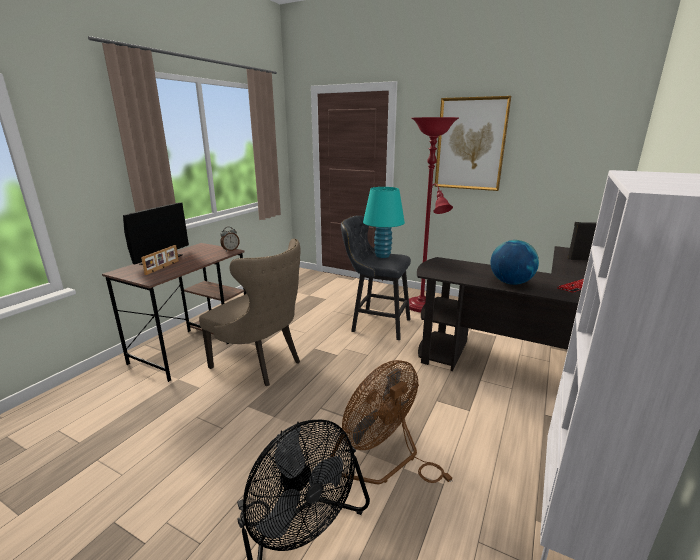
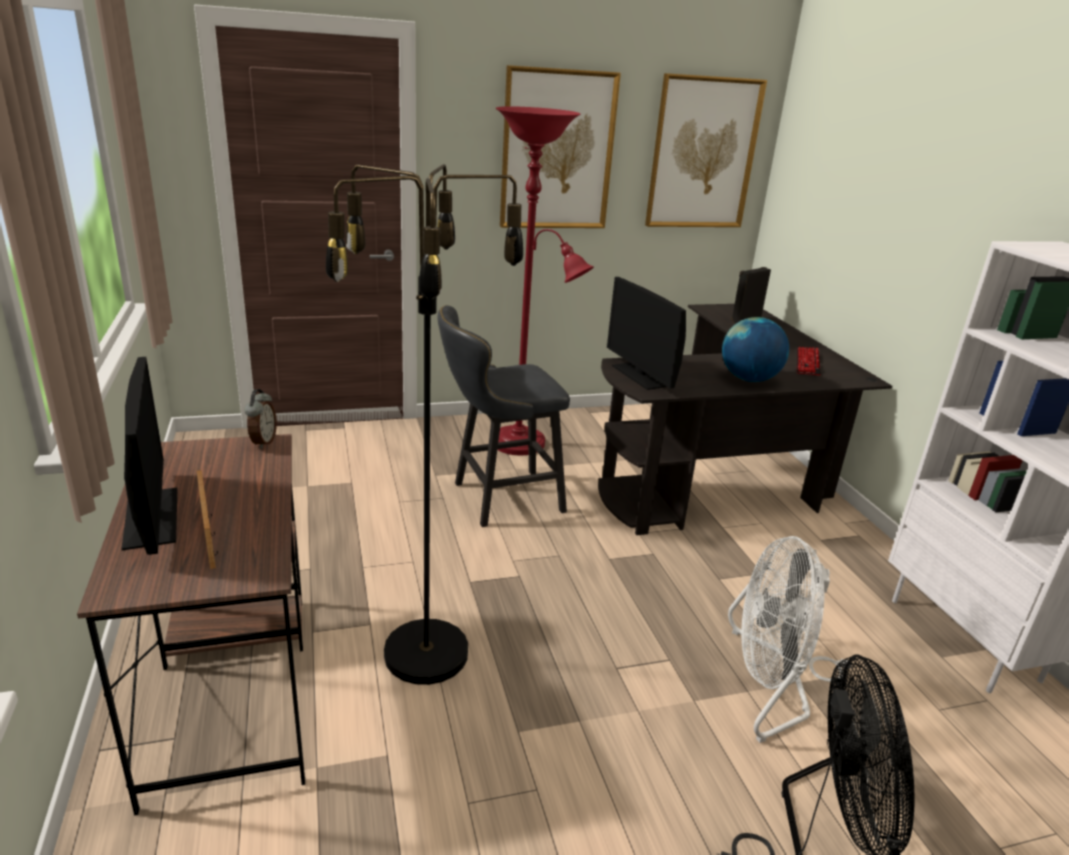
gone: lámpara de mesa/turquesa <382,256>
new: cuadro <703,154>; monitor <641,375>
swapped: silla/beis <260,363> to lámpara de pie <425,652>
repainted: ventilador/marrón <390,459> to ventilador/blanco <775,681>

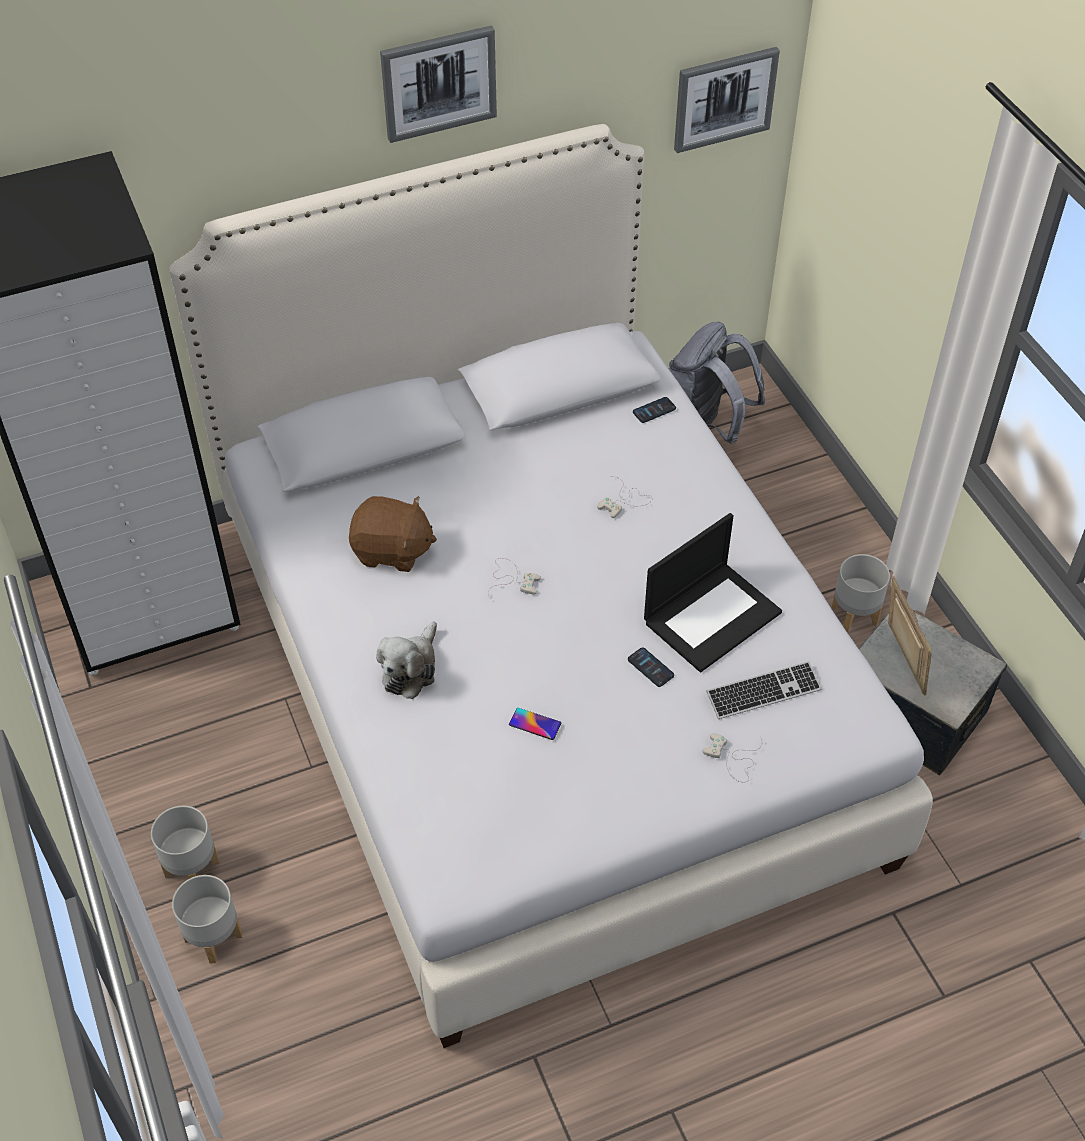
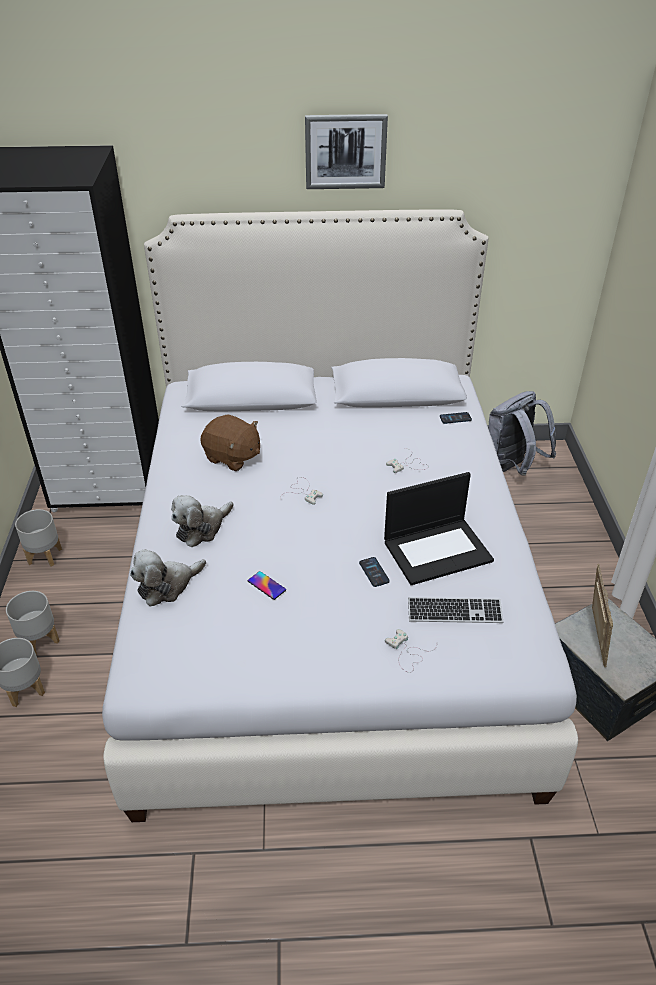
gone: cuadro <724,98>
new: peluche <167,585>
shifted: maceta/gris <855,615> to <45,556>

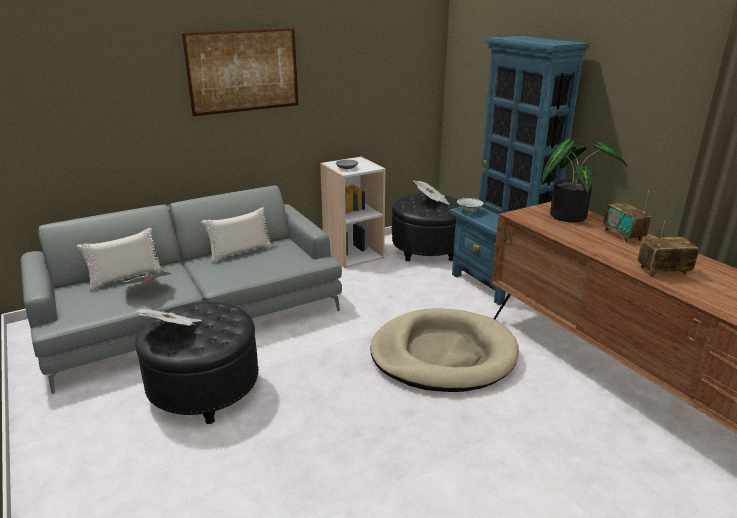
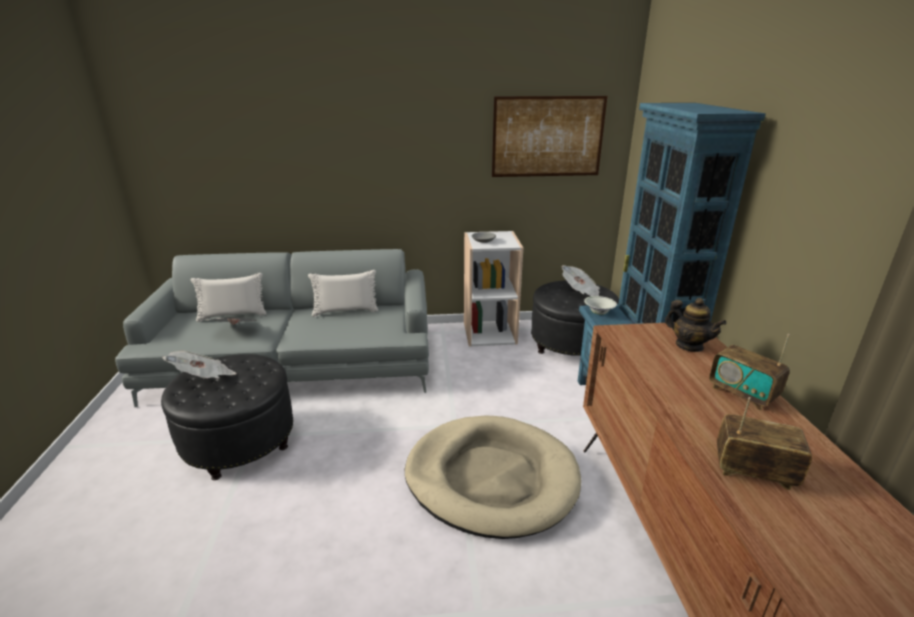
shifted: cuadro <243,71> to <547,137>
swapped: planta en maceta <569,215> to tetera <689,346>
rotated: radio <623,235> = <742,394> 45 degrees counterclockwise

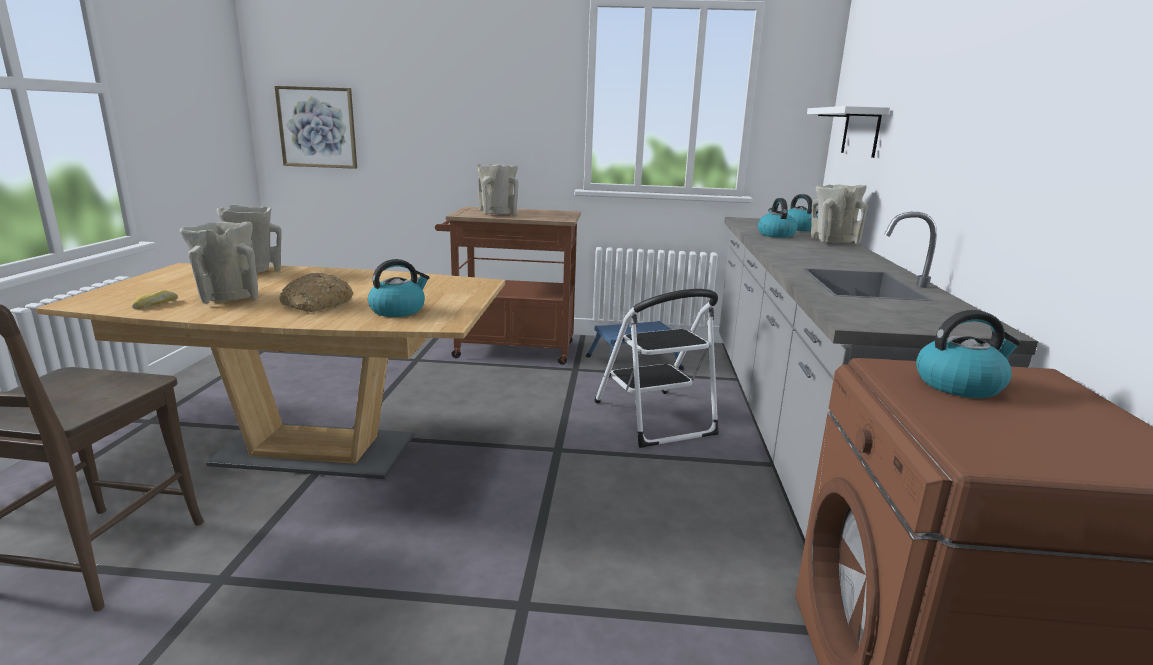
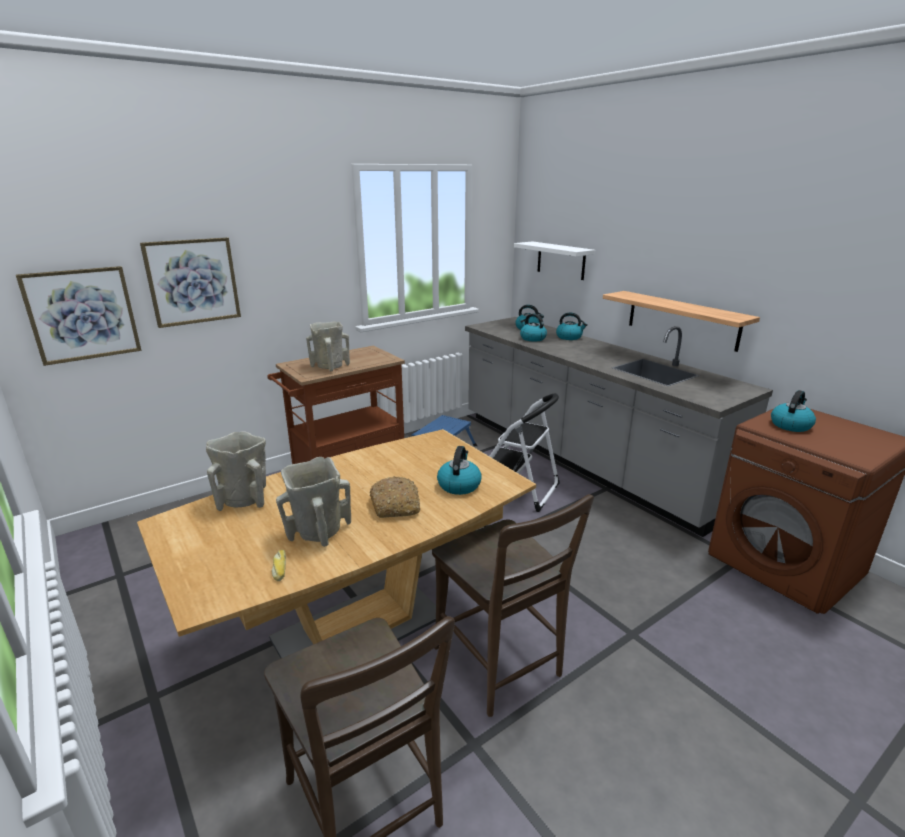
new: cuadro <193,281>; estante <682,320>; silla/marrón <501,666>
swapped: florero/beis <832,242> to hervidor <569,337>

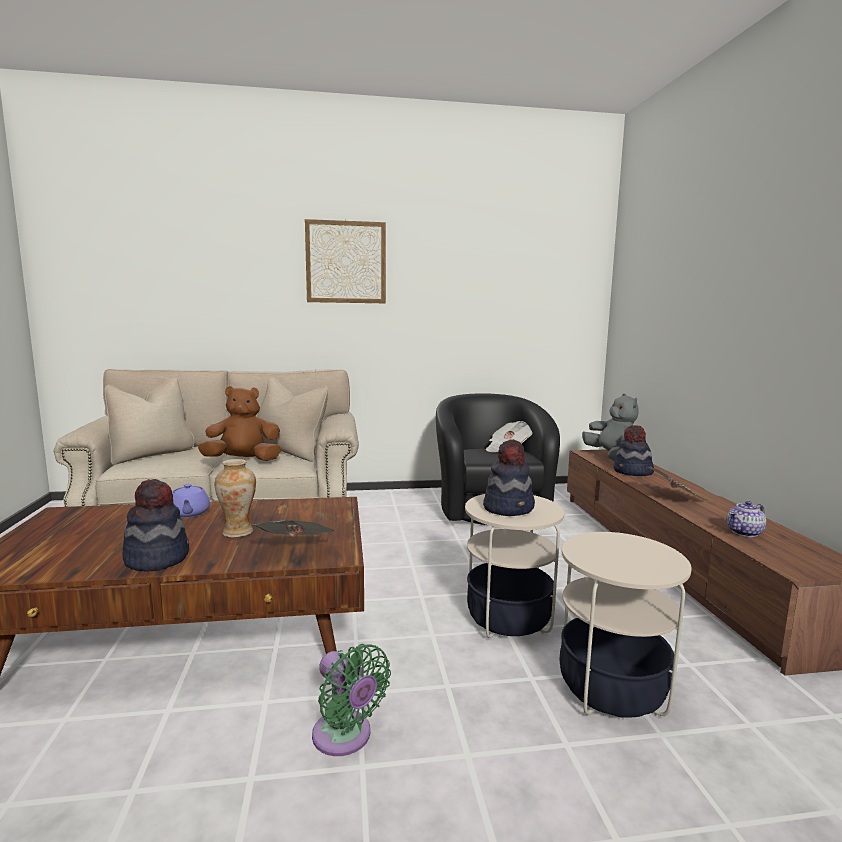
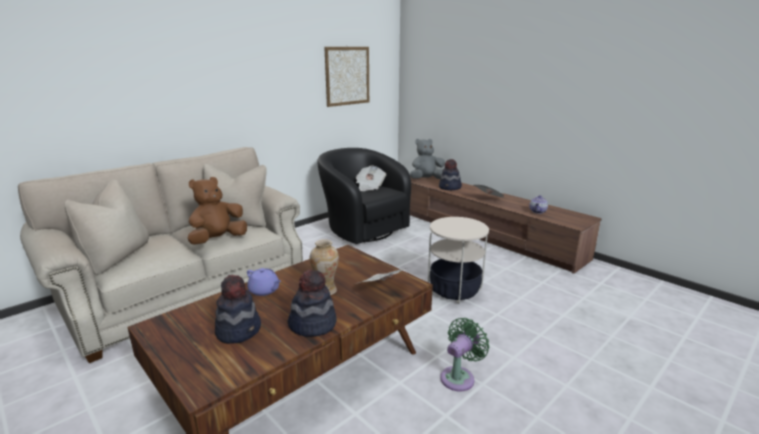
gone: mesa auxiliar/beis <611,691>
shifted: cuadro <346,261> to <347,75>; sombrero <509,508> to <239,330>
rotated: peluche/gris <612,457> = <426,179> 60 degrees counterclockwise; ventilador/verde <345,737> = <459,377> 60 degrees counterclockwise

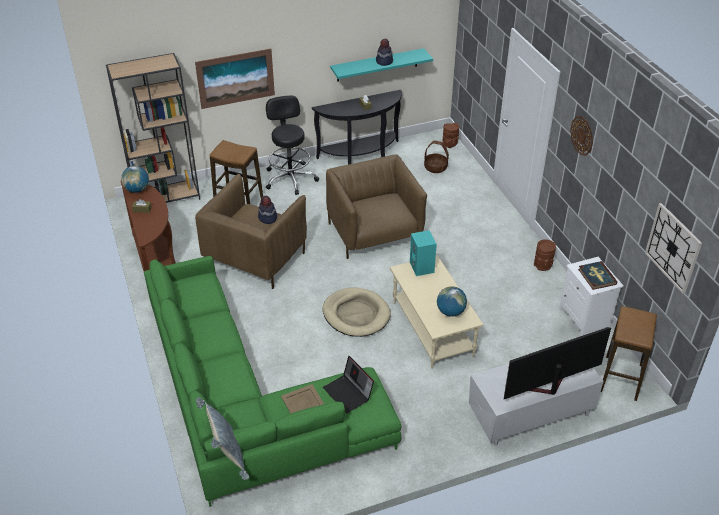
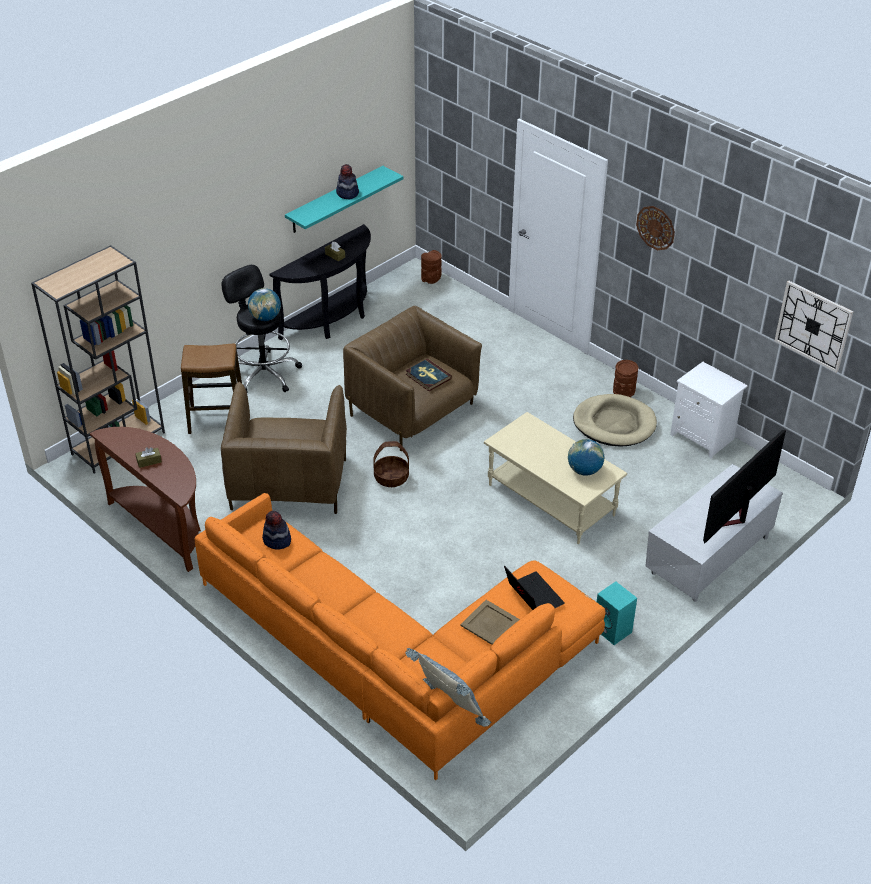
gone: cuadro <235,78>; taburete <621,378>
shifted: cesta <435,167> to <391,477>; globo terráqueo <137,190> to <265,318>; sombrero <267,218> to <277,540>; altavoz/turquesa <422,267> to <613,630>; libro <596,277> to <428,376>; cama para perro/beis <356,314> to <614,424>
repainted: sofá/verde <247,401> to sofá/naranja <397,651>
rotated: portátil <348,393> = <532,595> 150 degrees counterclockwise

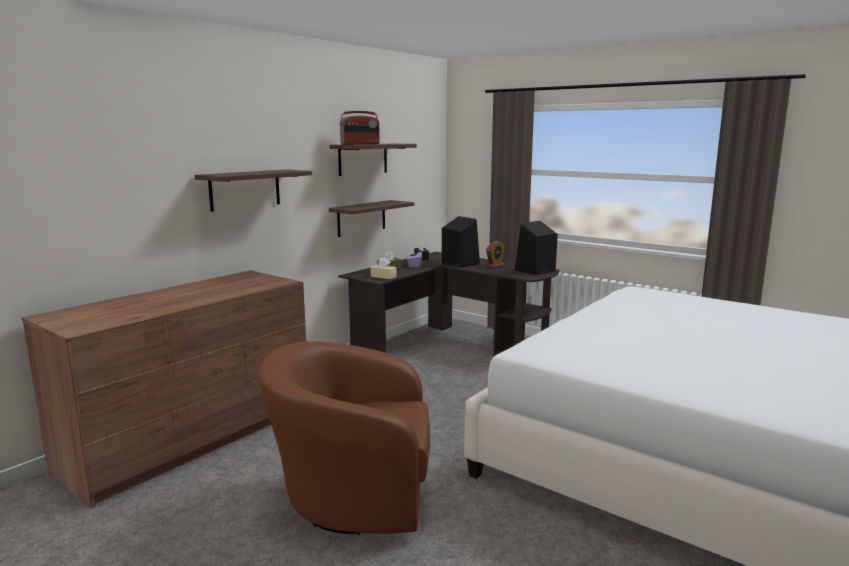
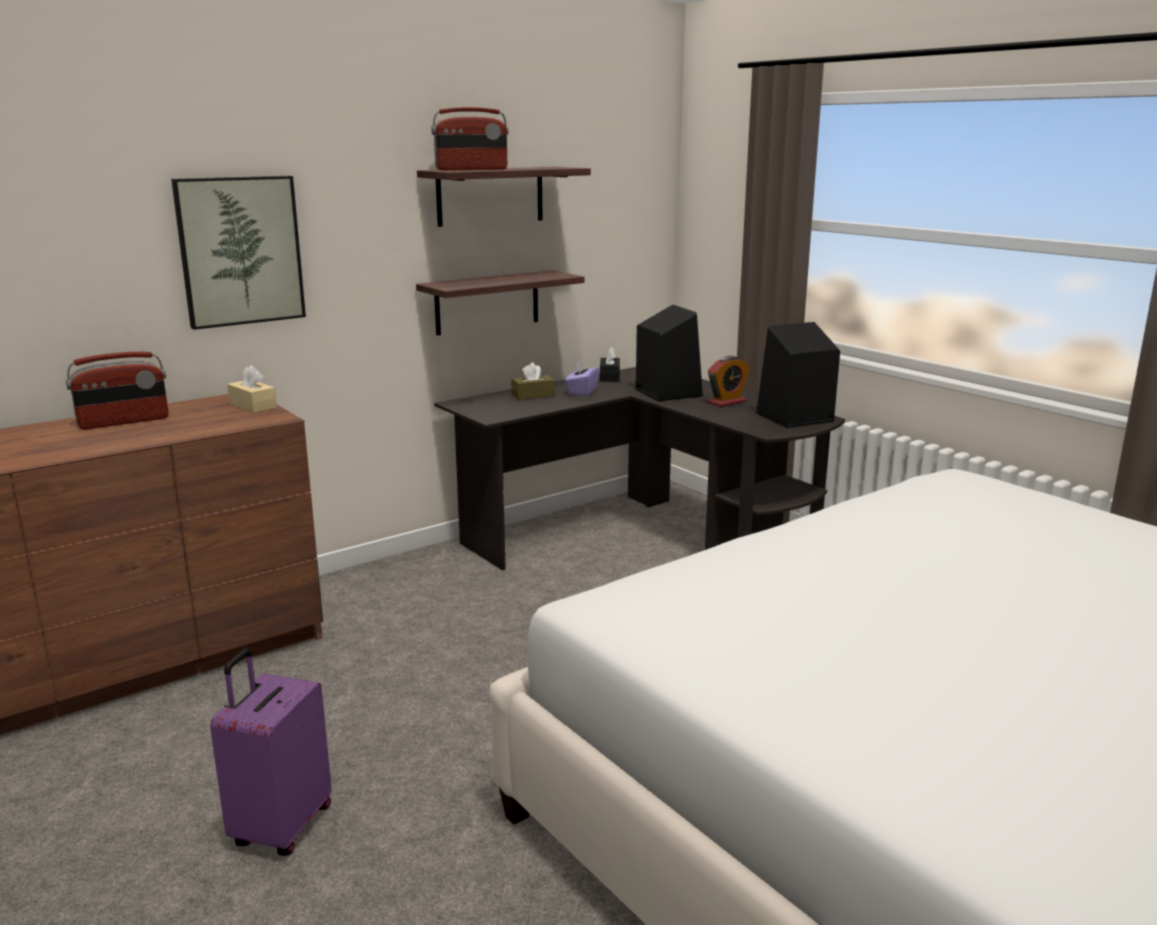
new: radio <123,422>
shifted: caja de pañuelos/beis <383,276> to <253,405>
swapped: estante <245,189> to cuadro <240,251>; sillón/marrón <353,498> to maleta/morado <280,827>

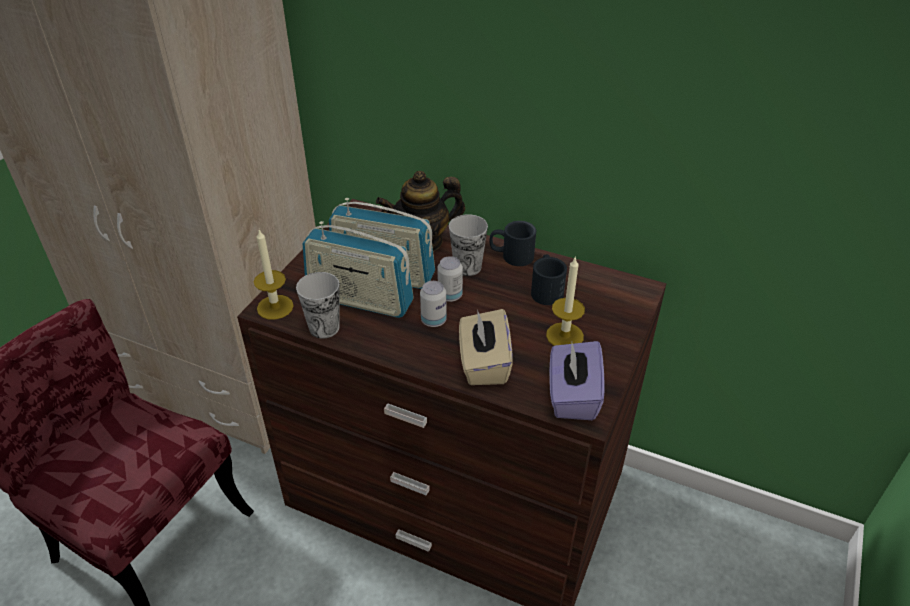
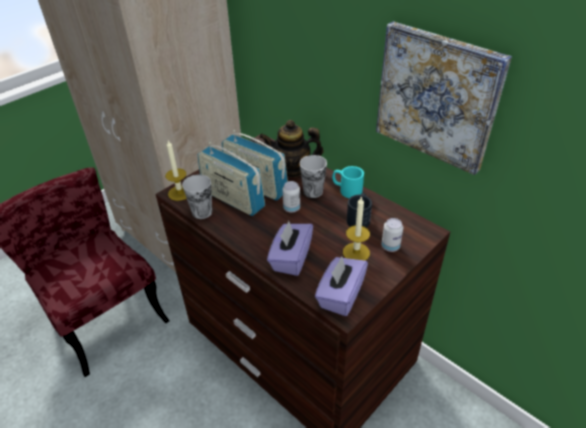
new: cuadro <437,97>
shifted: lata <433,321> to <390,246>
repainted: taza grande/negro <511,255> to taza grande/turquesa <346,190>; caja de pañuelos/beis <483,363> to caja de pañuelos/morado <291,259>

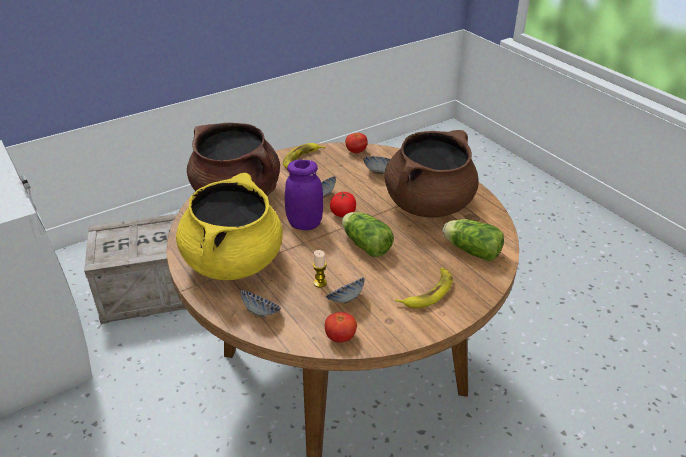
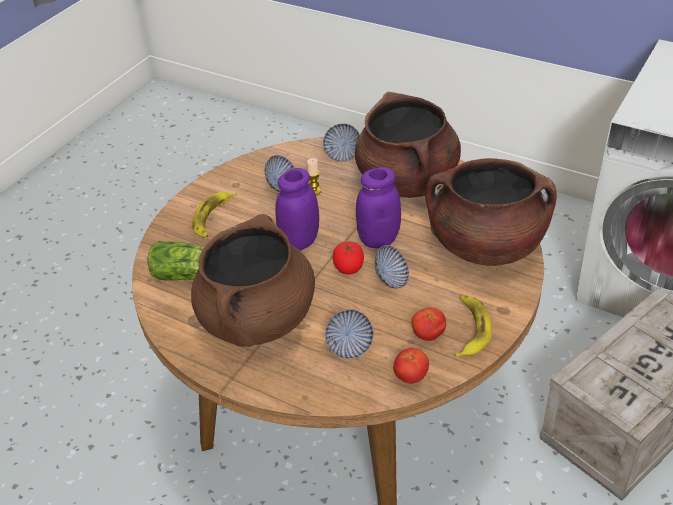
shifted: tomate <340,337> to <428,335>
swapped: lechuga <364,244> to tarro/morado <300,241>
repainted: olla/amarillo <233,261> to olla/marrón <407,181>

